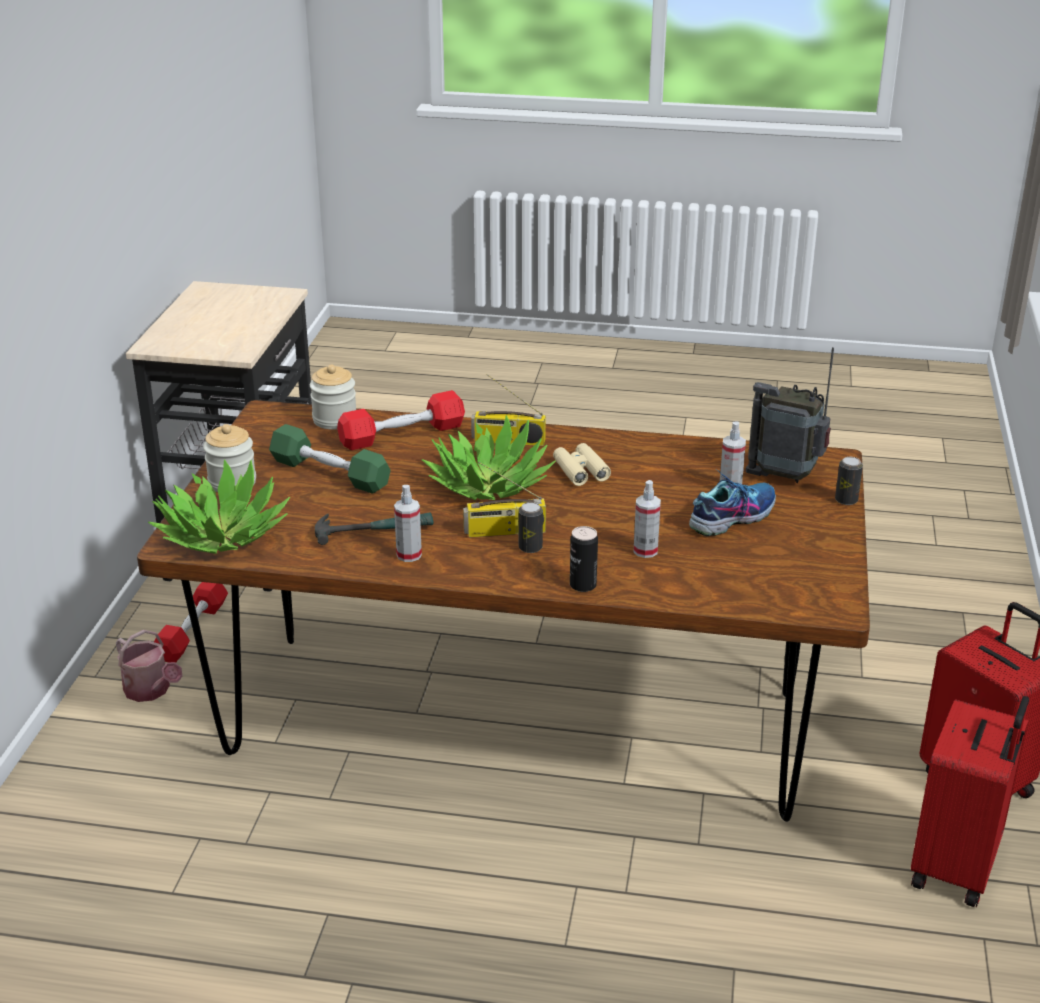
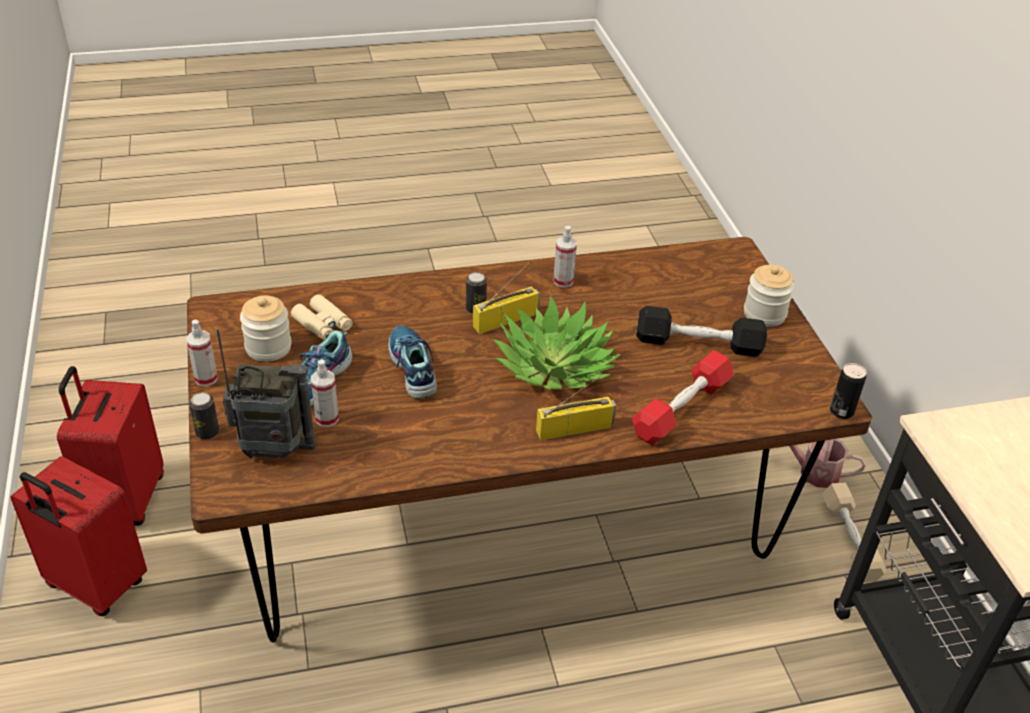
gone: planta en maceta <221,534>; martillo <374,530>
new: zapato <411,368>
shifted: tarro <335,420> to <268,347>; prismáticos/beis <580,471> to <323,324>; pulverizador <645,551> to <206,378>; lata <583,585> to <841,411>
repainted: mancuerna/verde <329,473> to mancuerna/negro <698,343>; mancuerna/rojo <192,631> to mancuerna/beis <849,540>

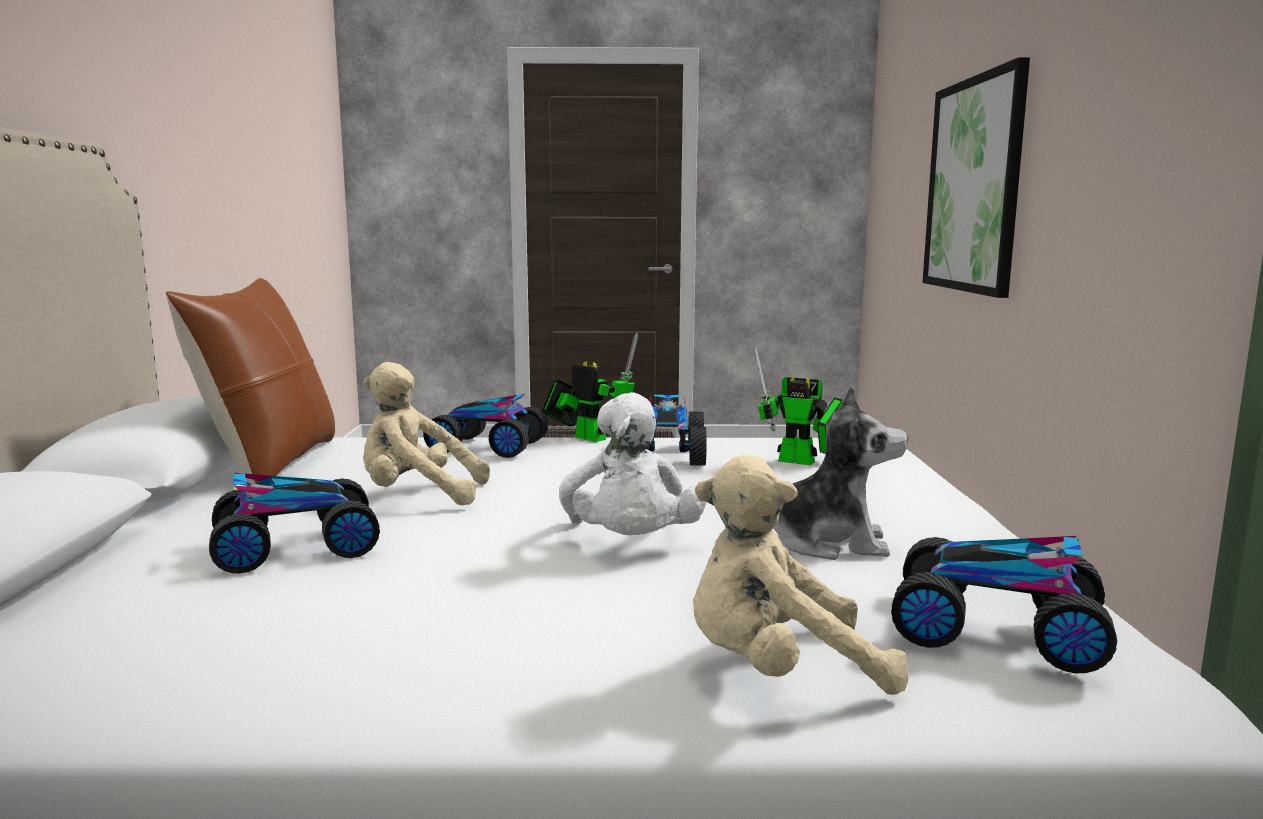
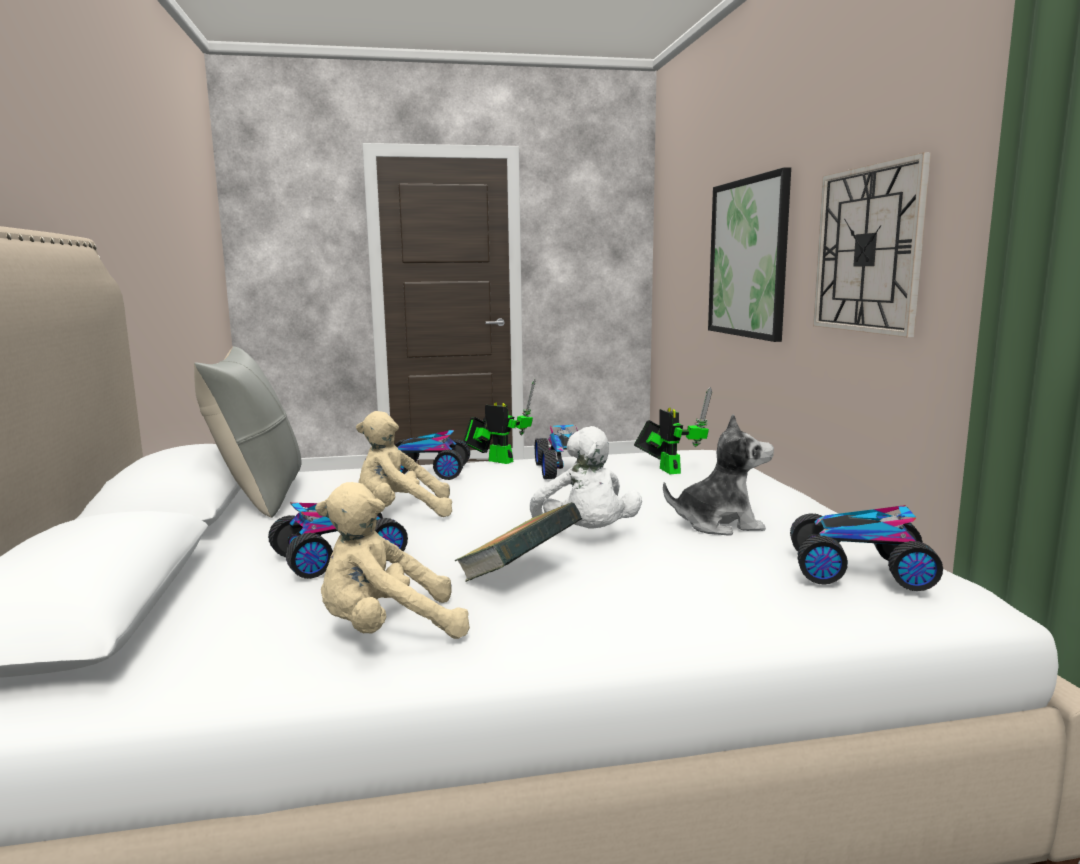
new: reloj de pared <867,250>; libro <519,575>
shifted: peluche/beis <778,671> to <387,631>
repainted: cojín/marrón <270,463> to cojín/gris <260,496>
rotated: robot de juguete <802,462> = <668,469> 120 degrees counterclockwise

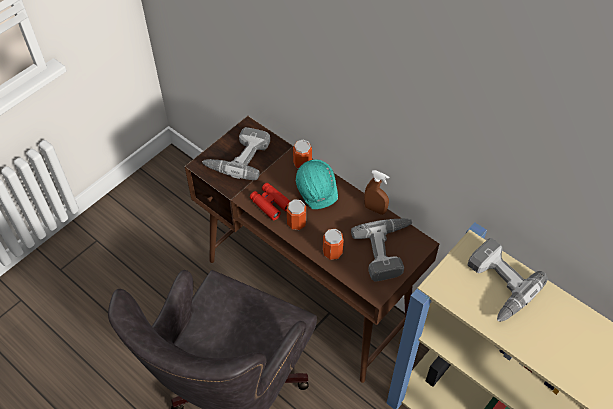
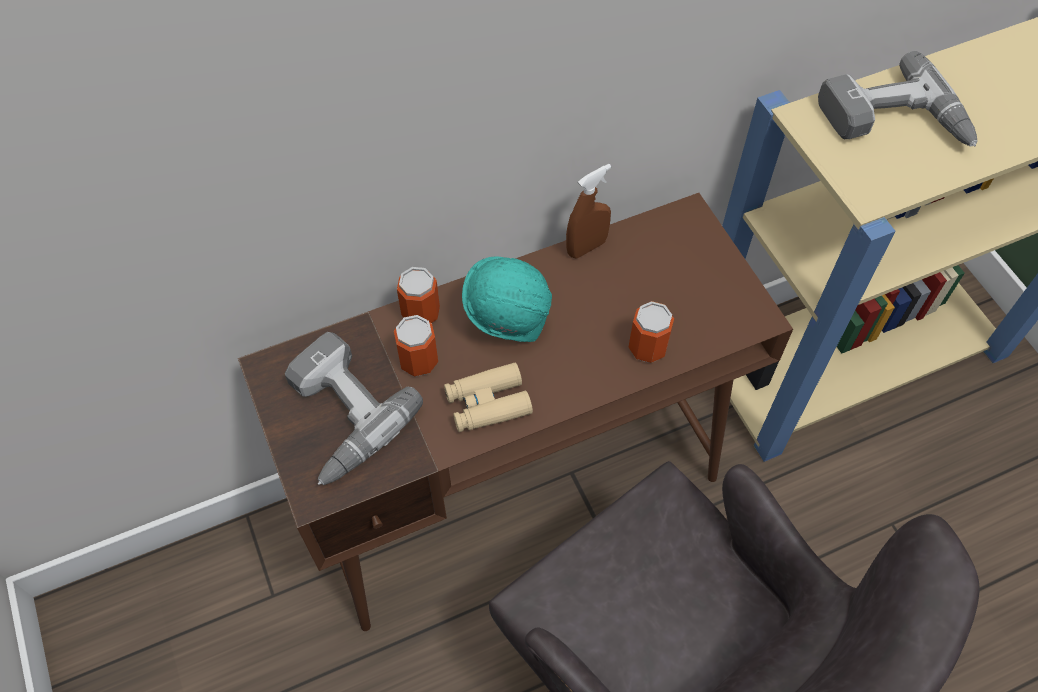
gone: taladro <388,251>
shifted: lata <296,223> to <418,361>
repainted: prismáticos/rojo <270,204> to prismáticos/beis <487,403>

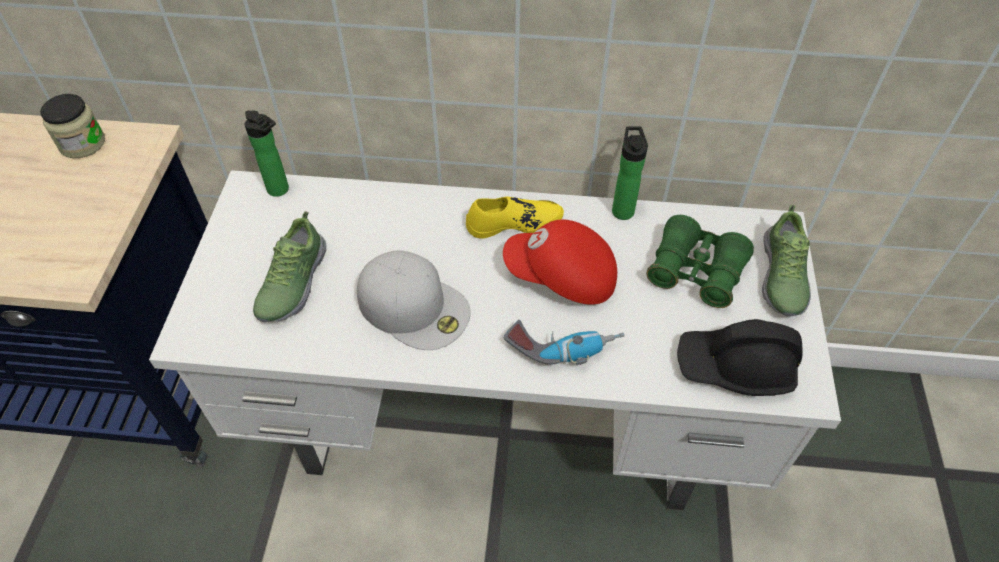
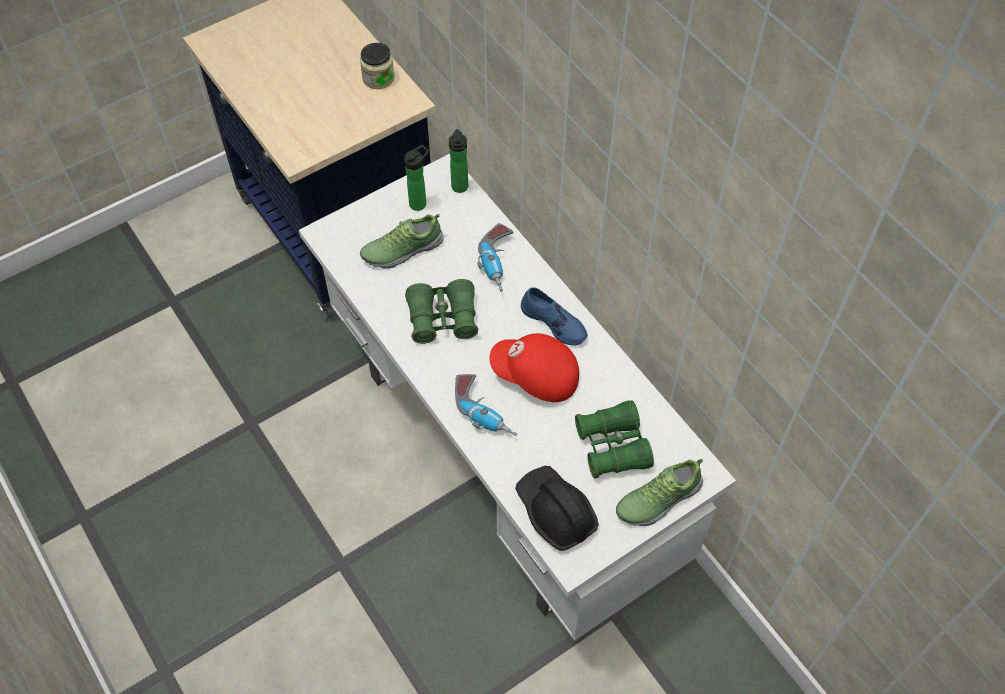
new: taladro <499,263>
shifted: botella <622,209> to <420,202>
swapped: gorra/blanco <414,306> to prismáticos/verde <442,318>
repainted: zapato/amarillo <514,223> to zapato/azul <554,322>
rotated: gorra/rojo <561,277> = <535,377> 45 degrees counterclockwise

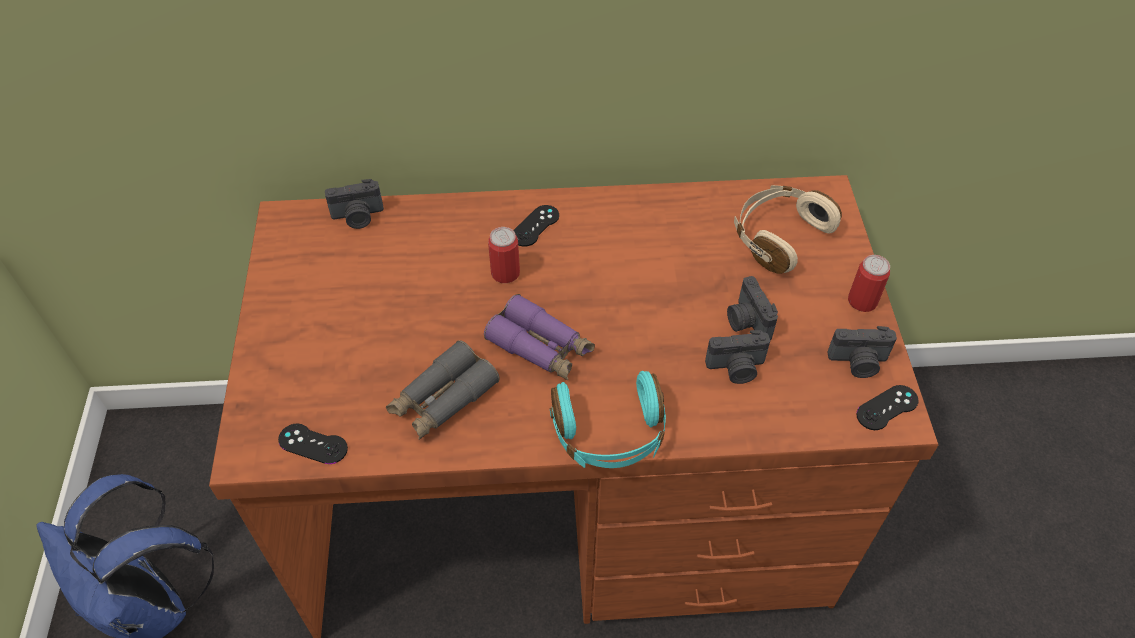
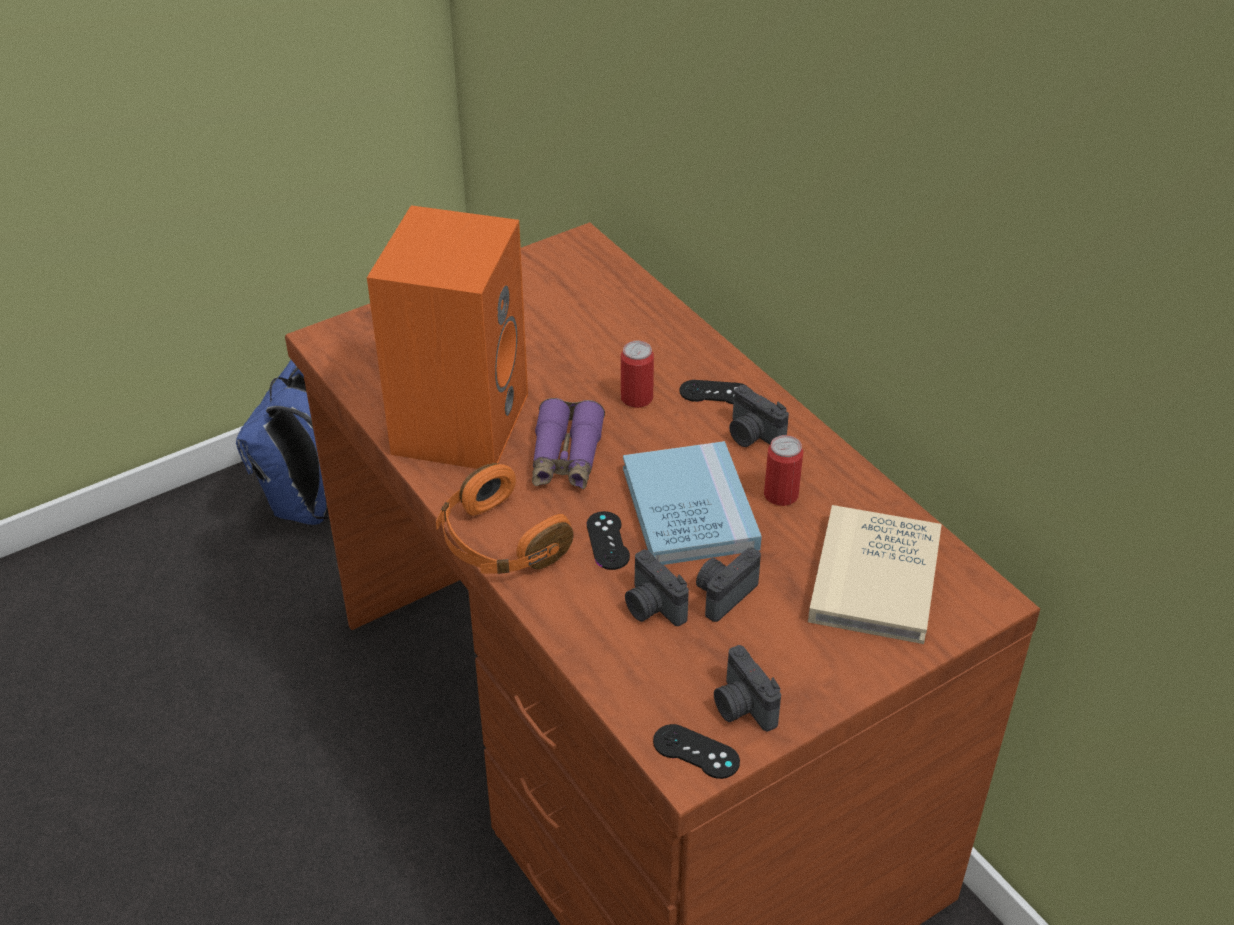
new: libro/azul <689,508>
shifted: cámara <358,217> to <752,435>; lata <862,301> to <781,495>; mando de consola/negro <313,444> to <608,541>
swapped: auriculares/beis <779,236> to libro/beis <875,579>; prismáticos/gris <443,399> to altavoz/naranja <459,421>
repainted: auriculares/turquesa <610,434> to auriculares/naranja <499,543>

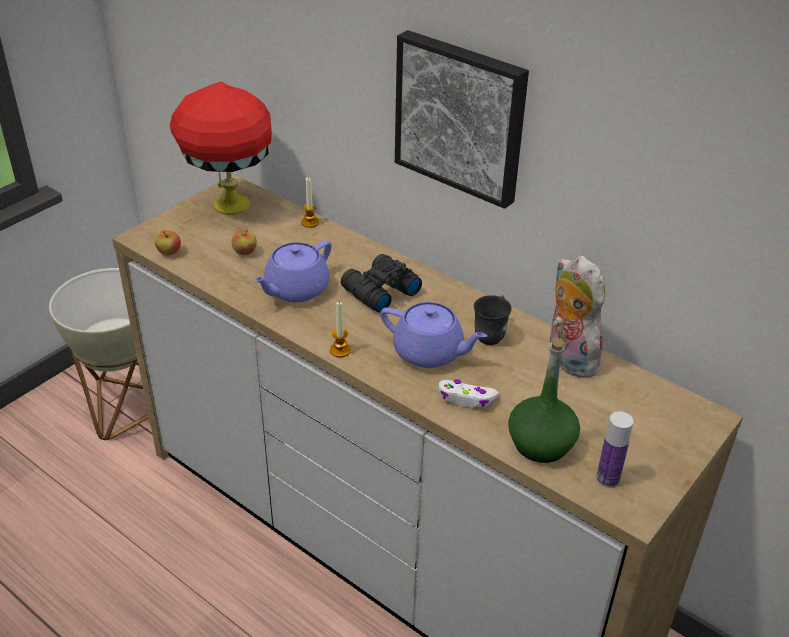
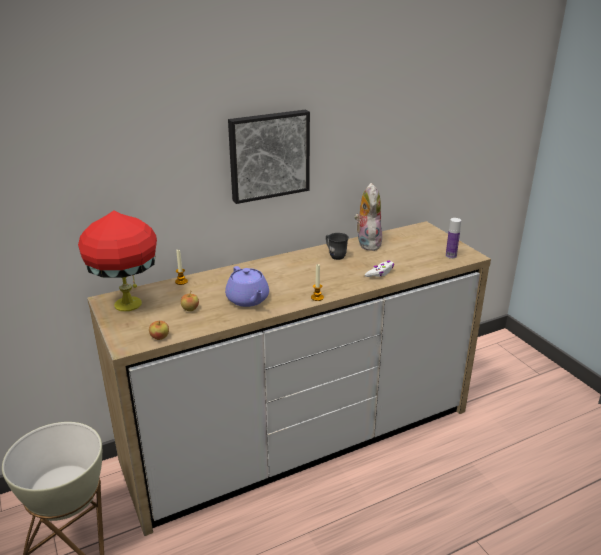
gone: prismáticos/negro <378,291>; tetera/morado <430,352>; botella/verde <541,444>
rotated: peluche <567,358> = <367,243> 90 degrees clockwise

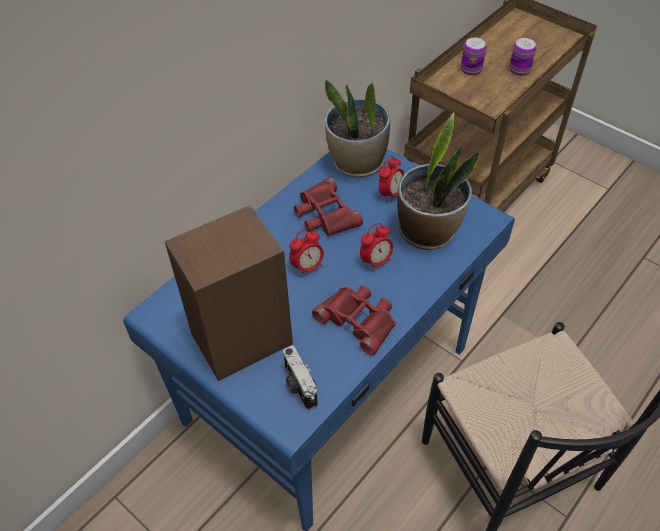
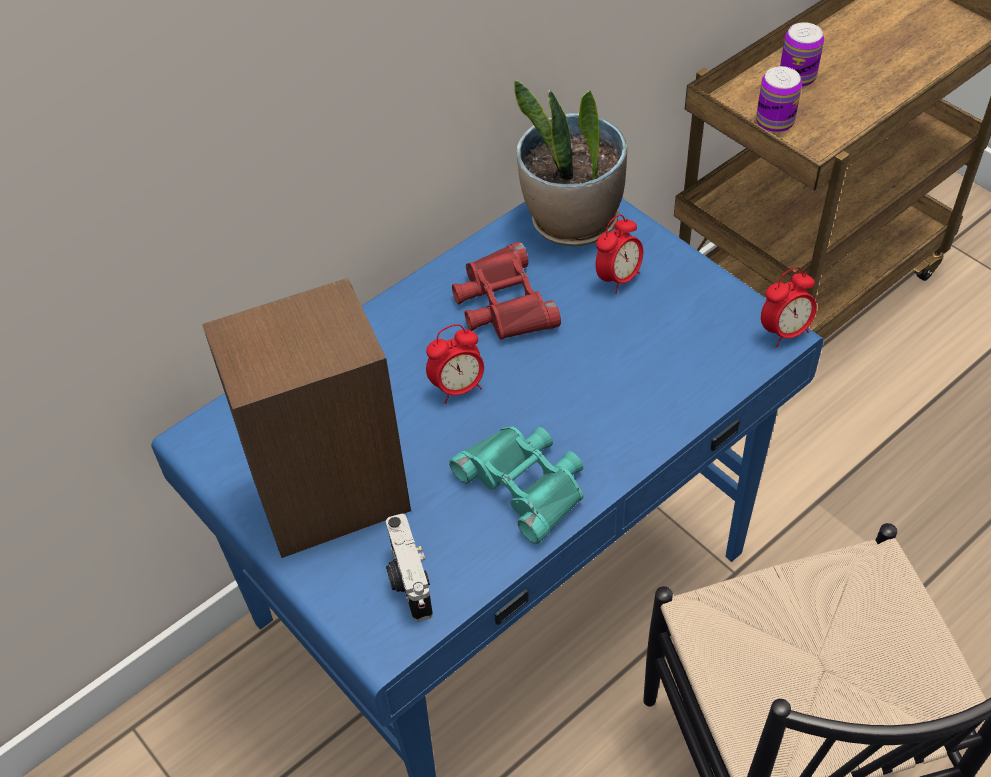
gone: planta en maceta <428,231>
shifted: lata <519,70> to <774,122>; despertador <376,261> to <784,332>
repainted: prismáticos/rojo <358,320> to prismáticos/turquesa <525,483>

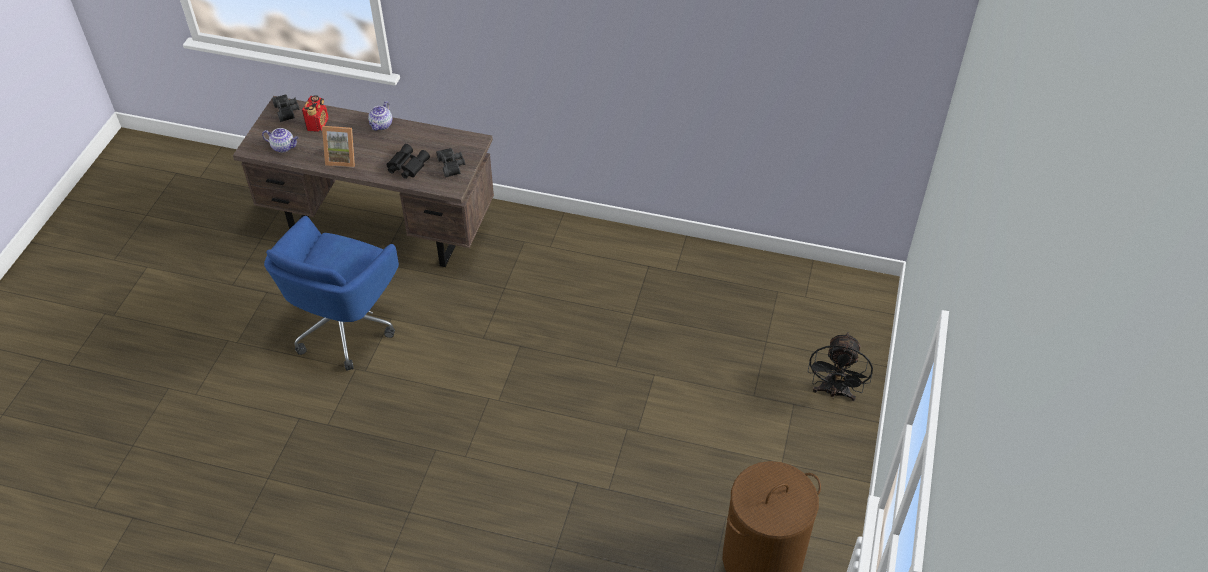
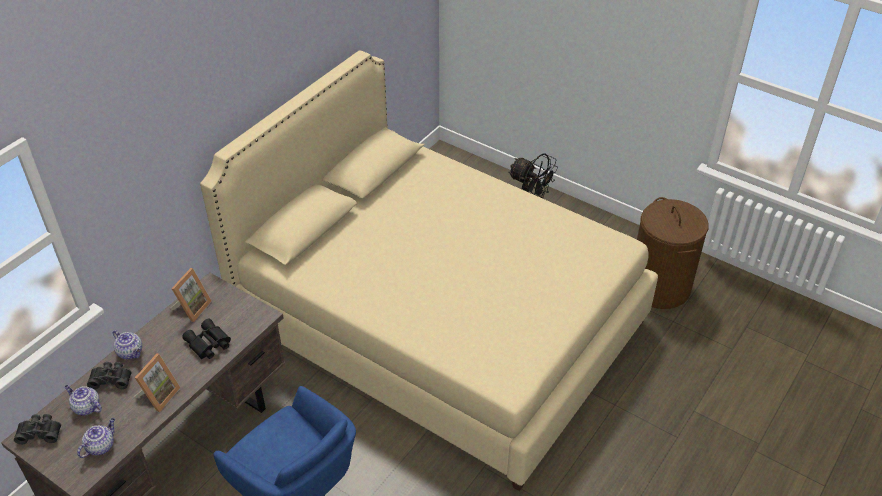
new: cama/beis <440,324>; portarretratos <192,308>
shifted: prismáticos/negro <452,165> to <111,379>
swapped: radio <318,124> to tetera <86,407>

